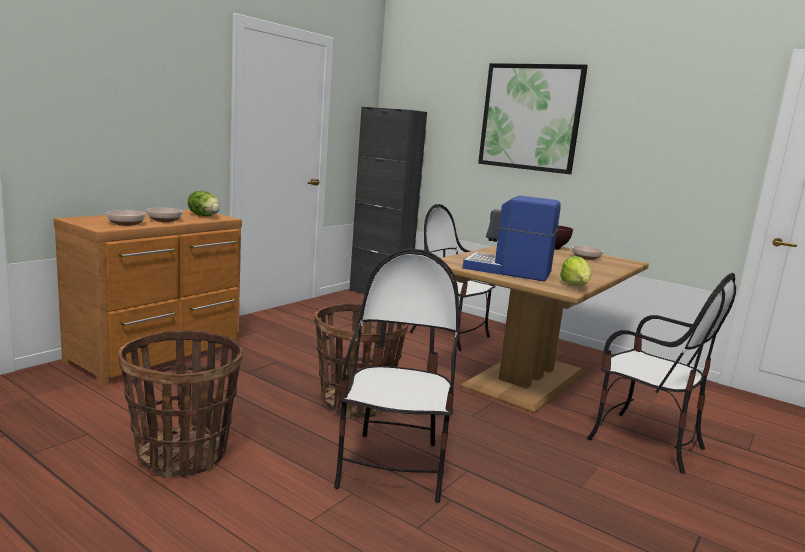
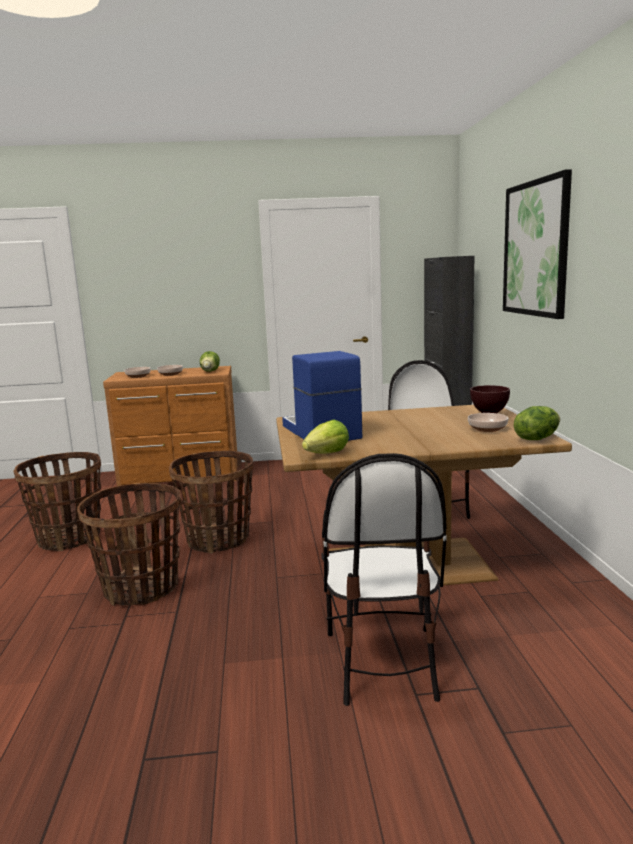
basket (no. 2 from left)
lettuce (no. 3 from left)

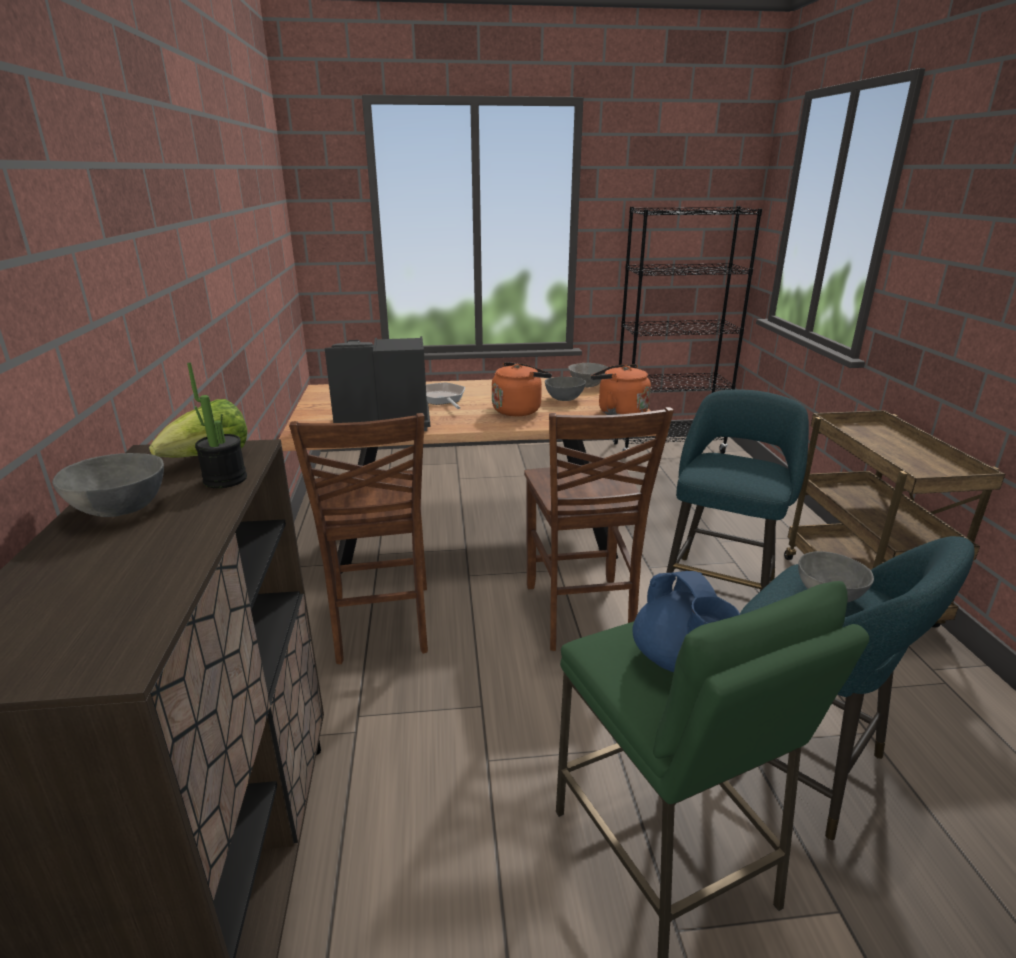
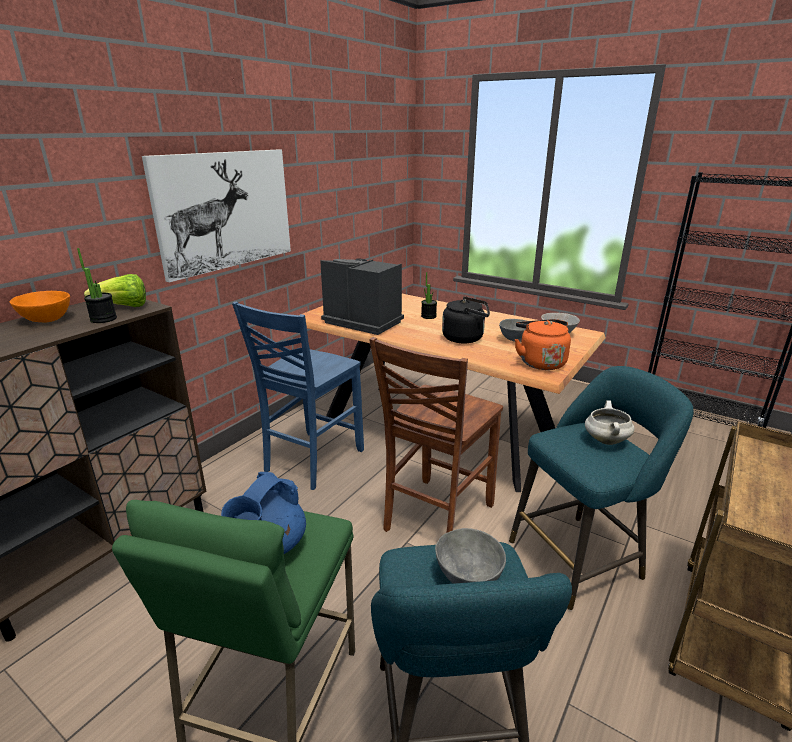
black kettle
potted plant (no. 2 from left)
blue chair
orange bowl
picture
white cooking pot

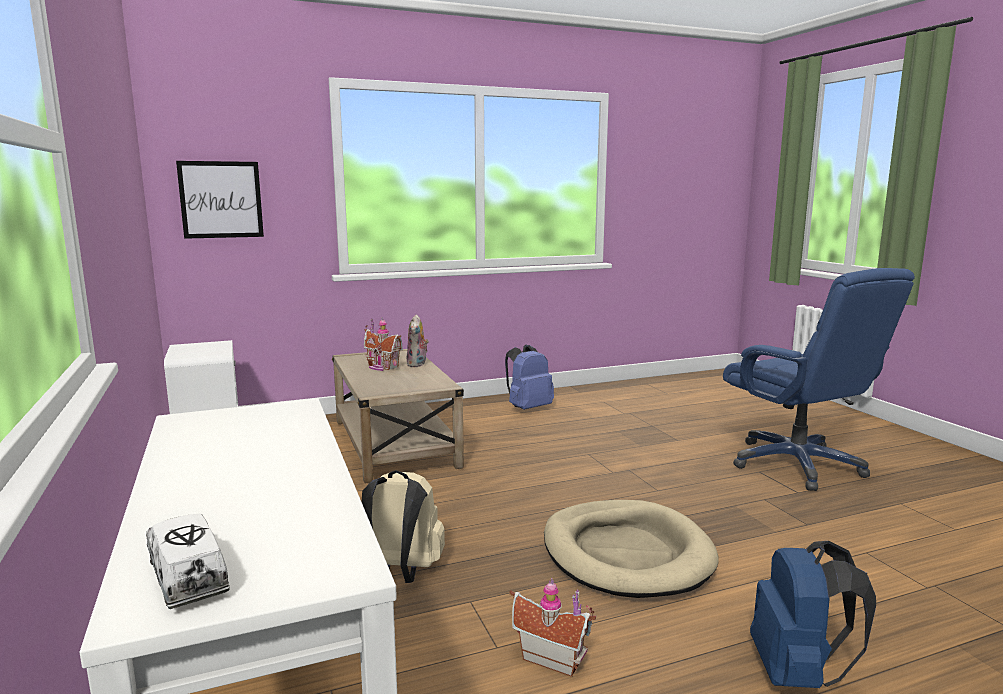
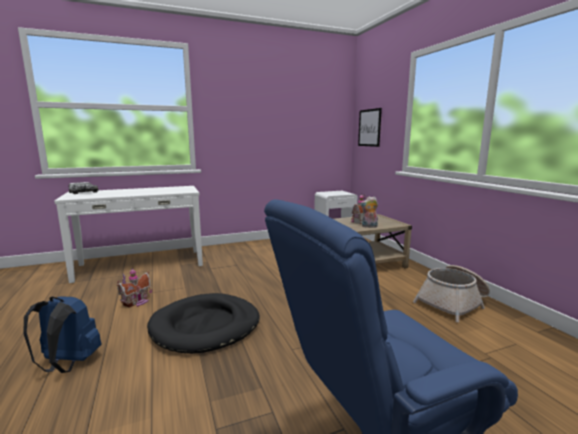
basket
beige backpack
black dog bed

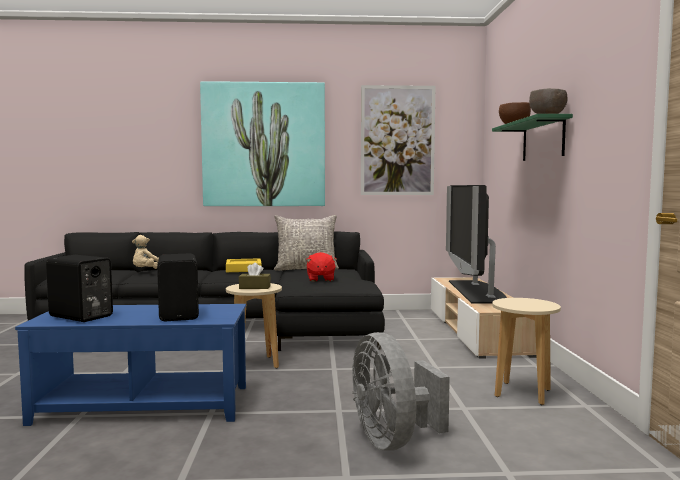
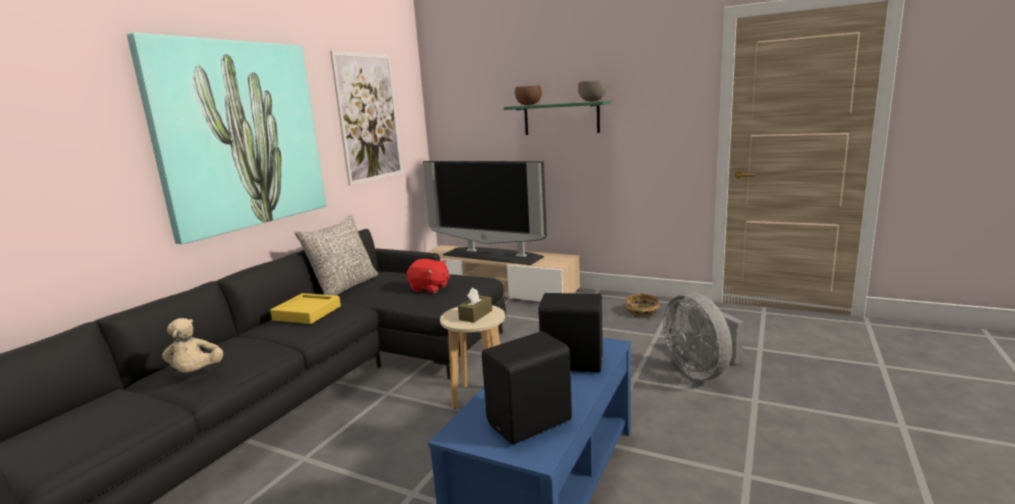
basket
grey fan

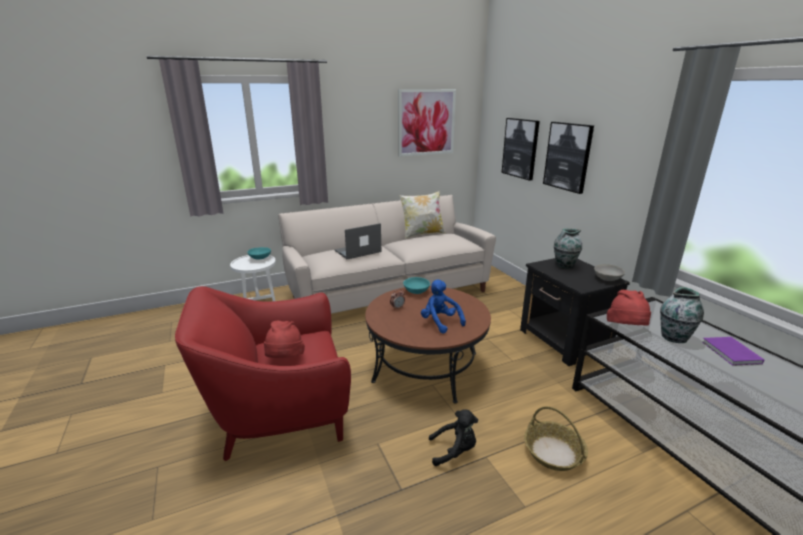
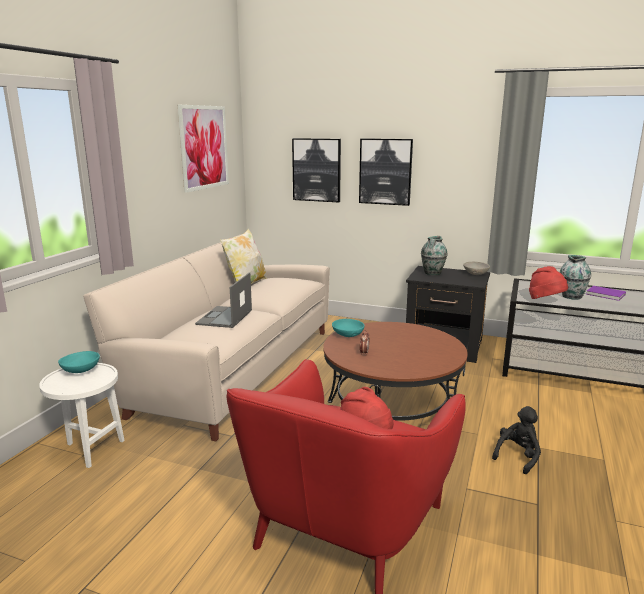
blue plush toy
basket

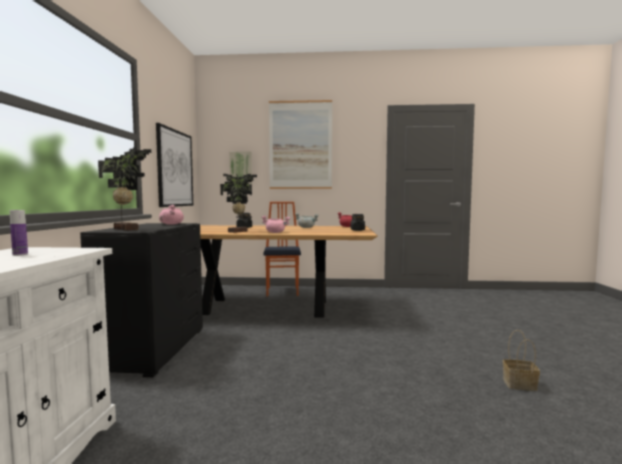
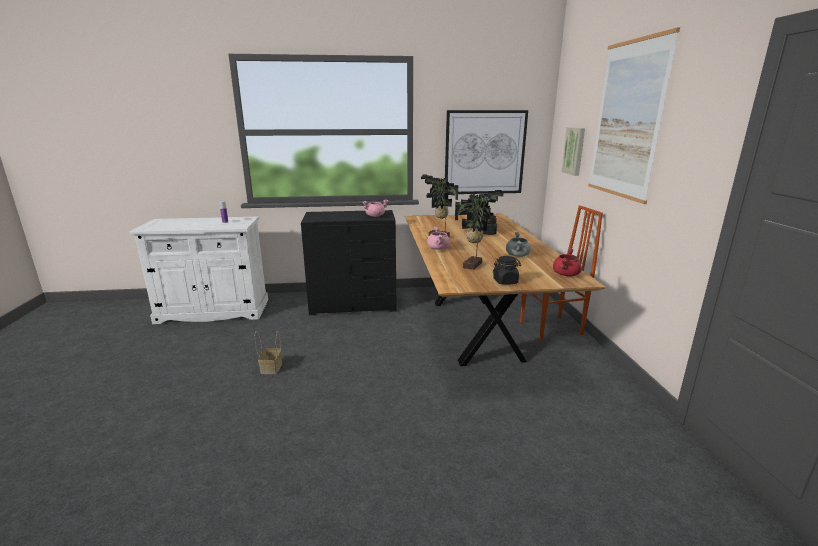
potted plant (no. 2 from left)
basket

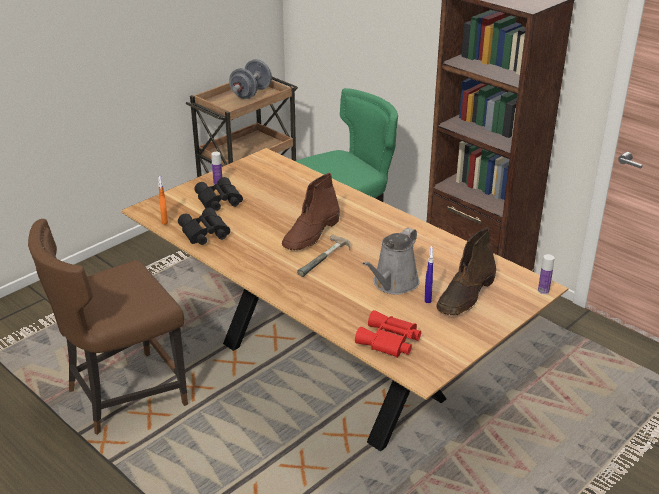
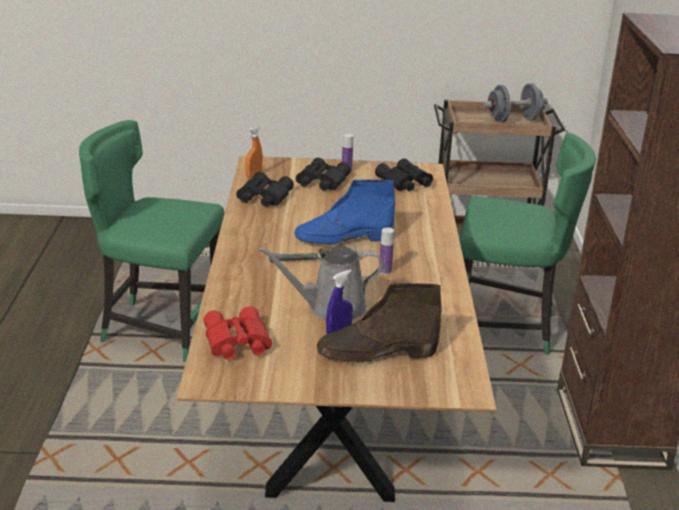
blue boot
green chair (no. 1 from left)
bottle (no. 2 from left)
black binoculars (no. 3 from left)

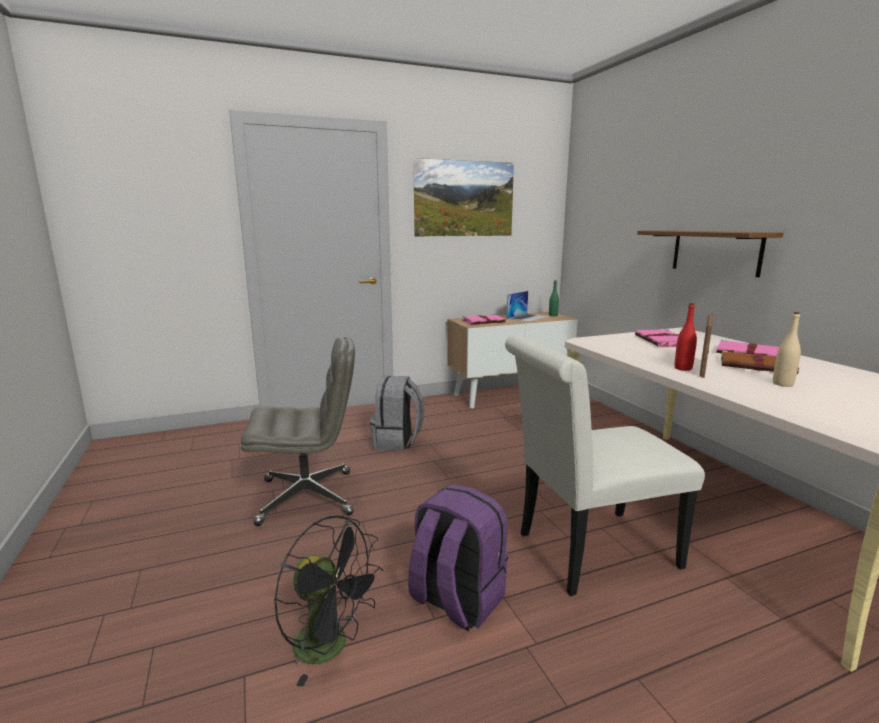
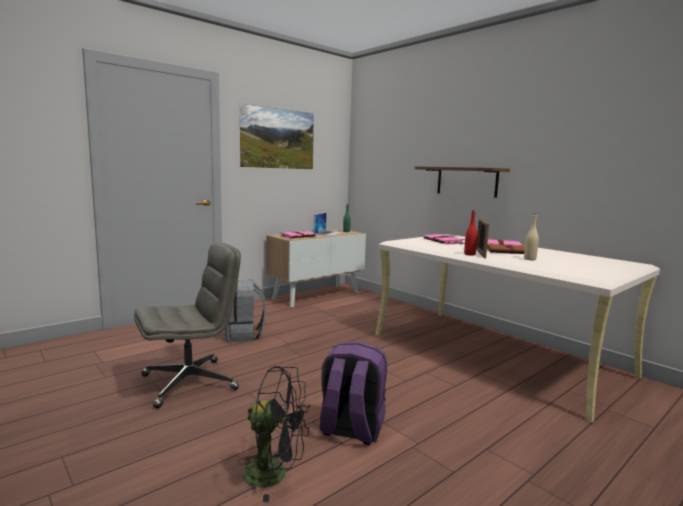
white chair

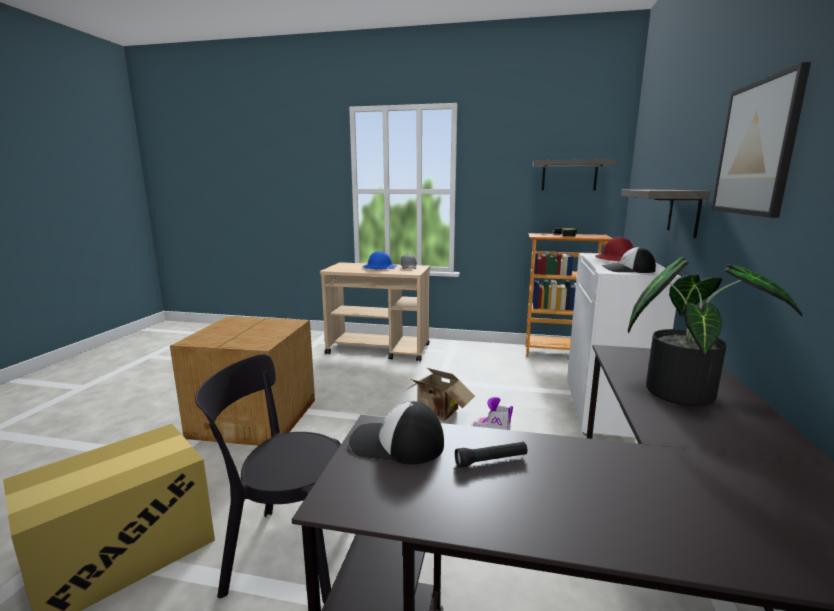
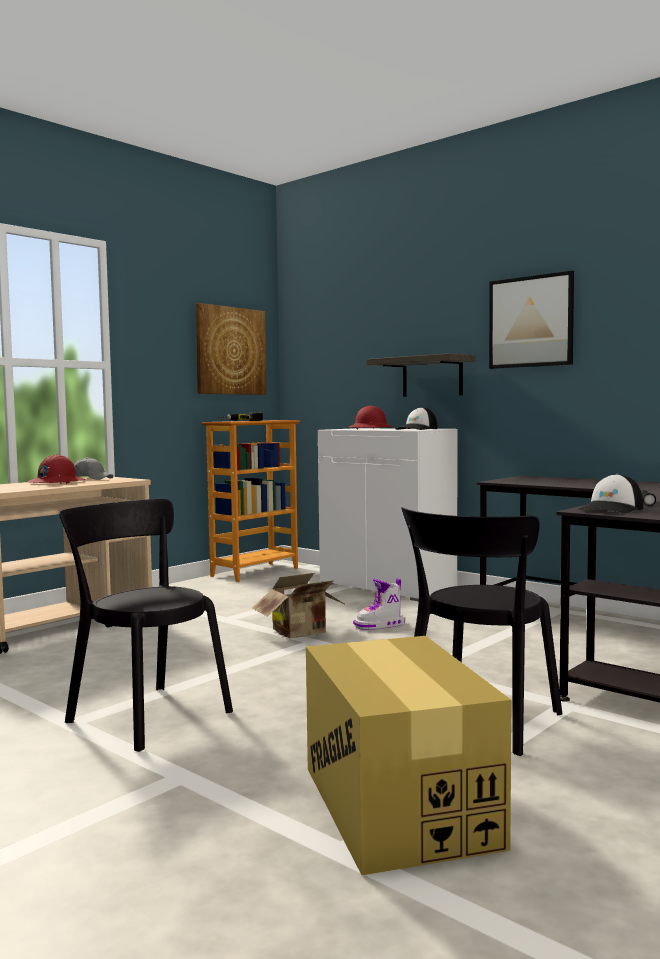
picture (no. 1 from left)
red hard hat (no. 1 from left)
potted plant
black chair (no. 1 from left)

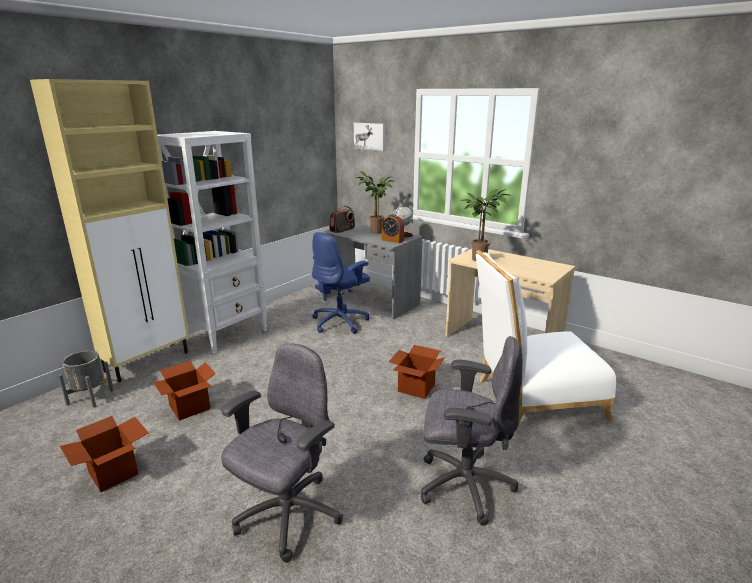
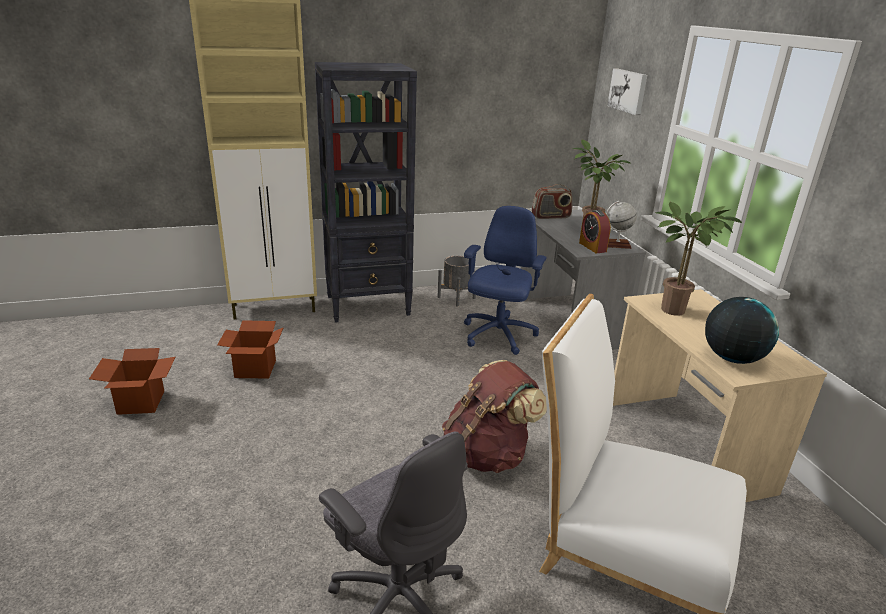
black bookcase
blue office chair
grey office chair (no. 1 from left in the first image)
brown backpack
grey planter
globe (no. 2 from left)

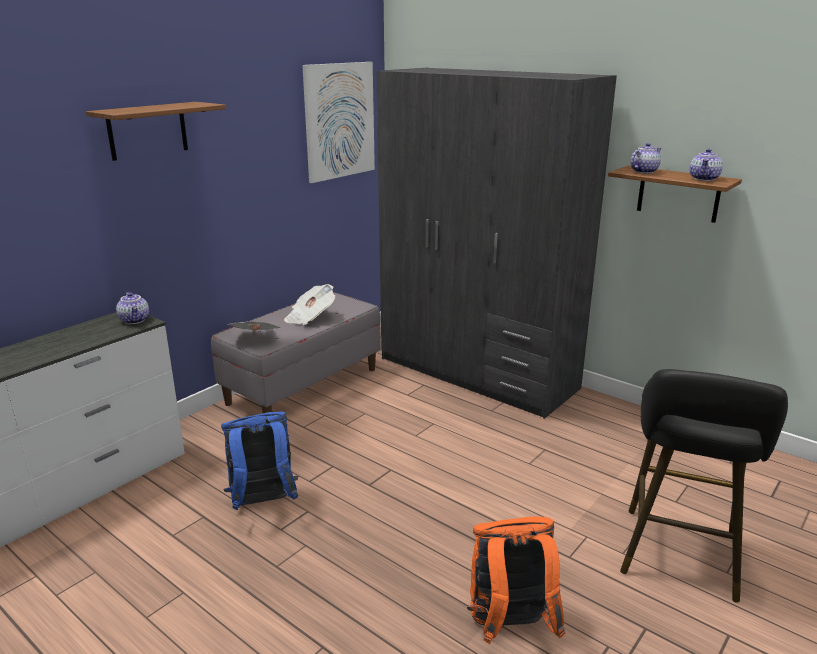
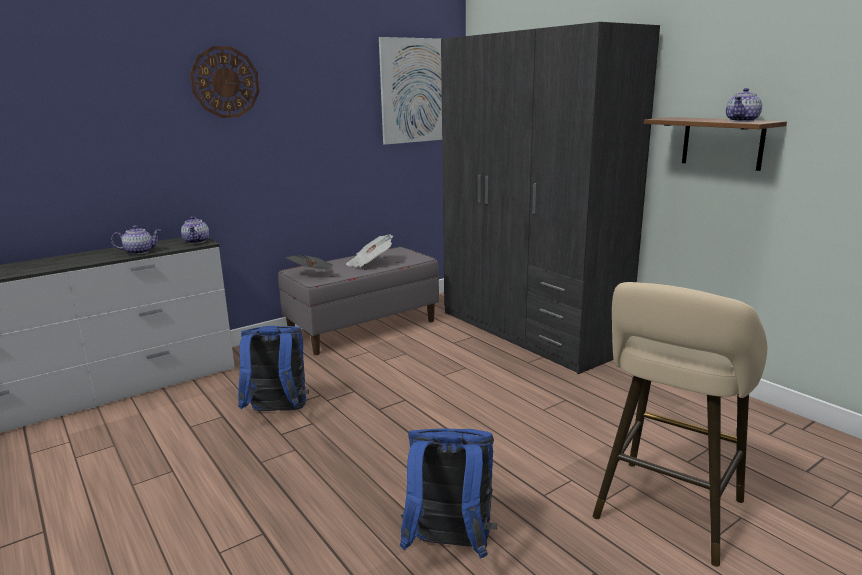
wall clock
teapot (no. 1 from left)
beige stool
blue backpack (no. 2 from left)

